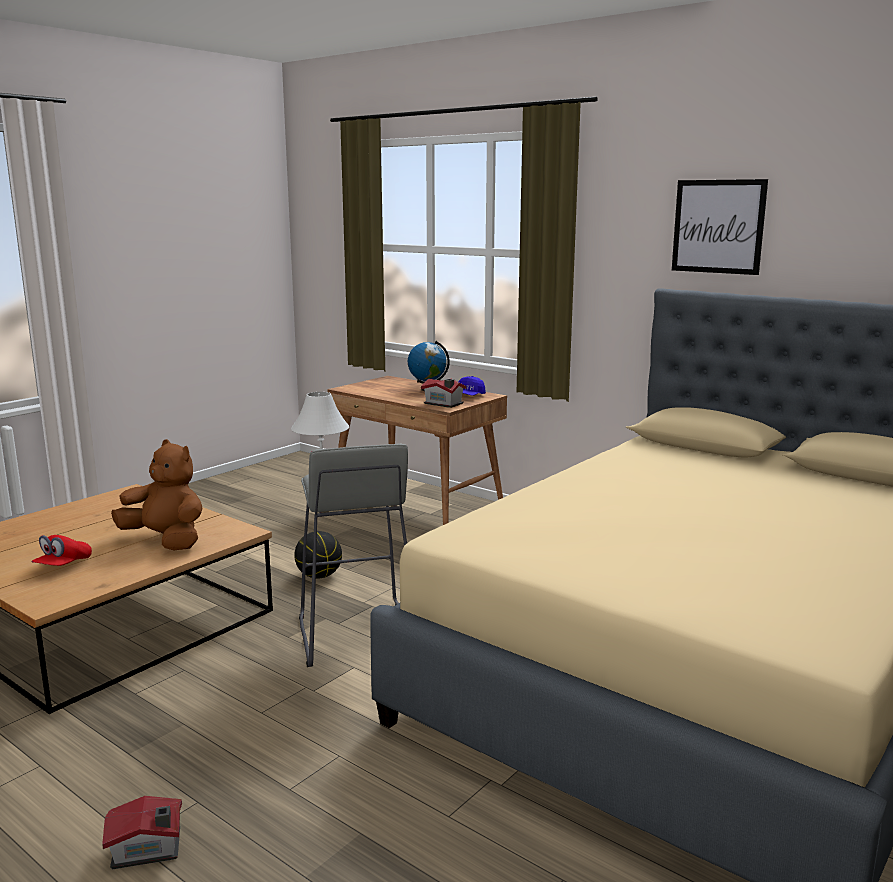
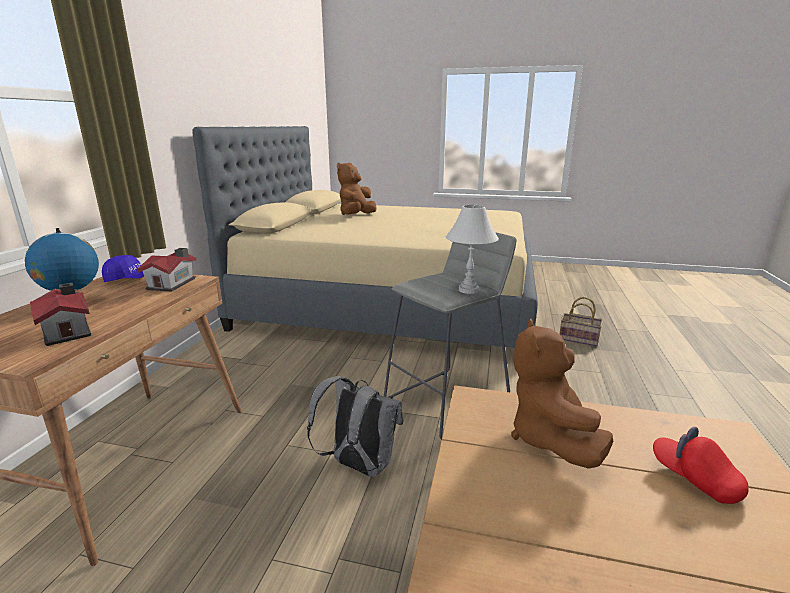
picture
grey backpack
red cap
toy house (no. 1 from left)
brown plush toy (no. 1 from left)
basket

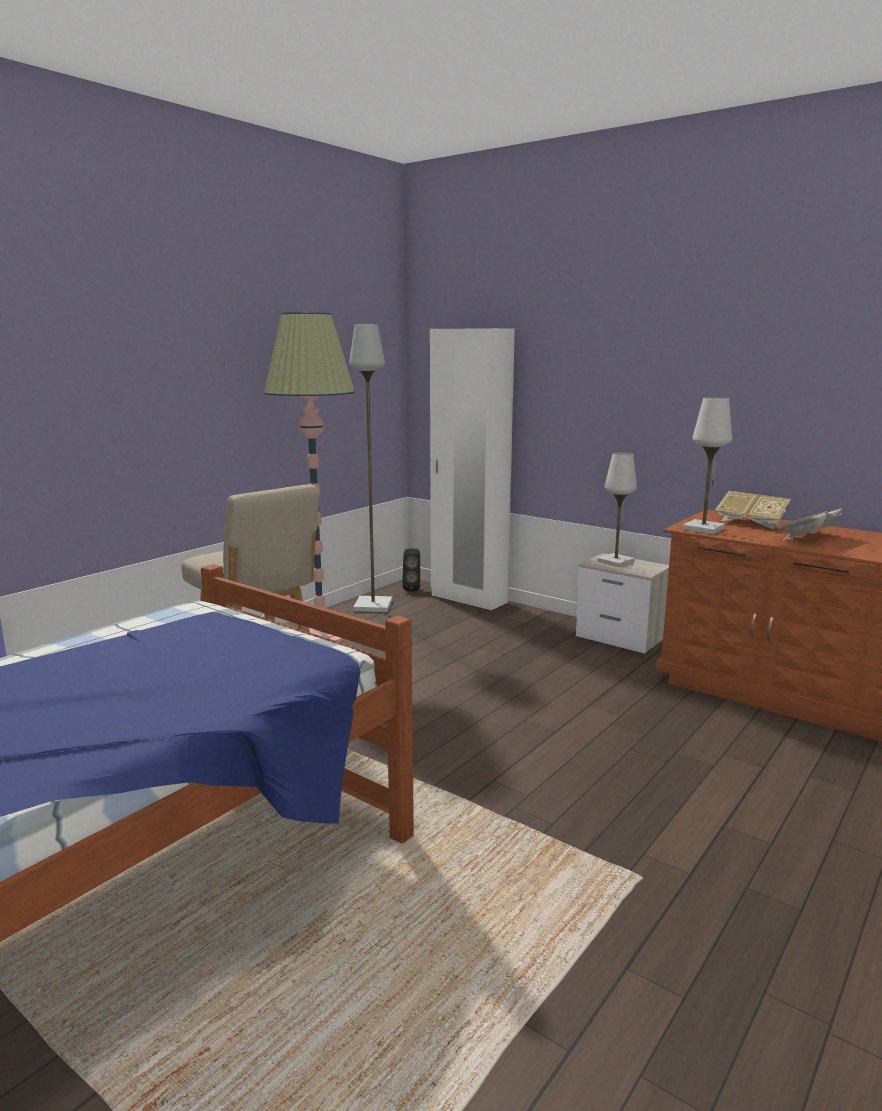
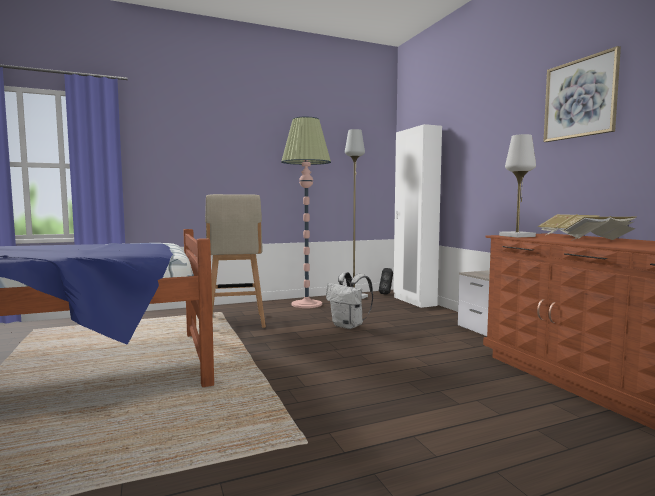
white table lamp (no. 1 from left in the first image)
picture
white backpack

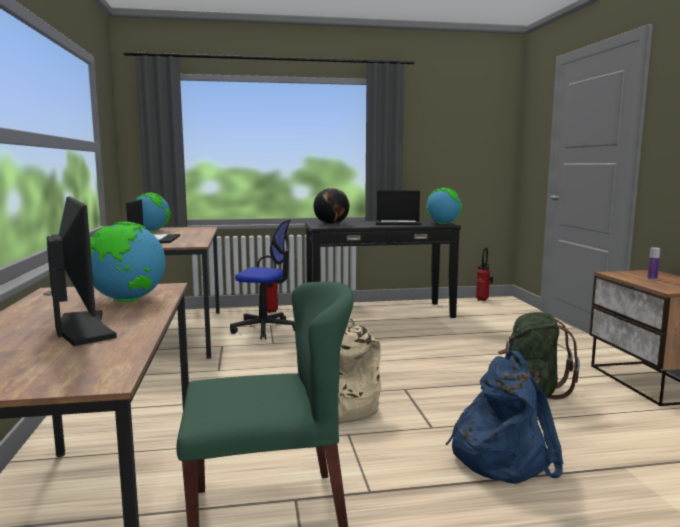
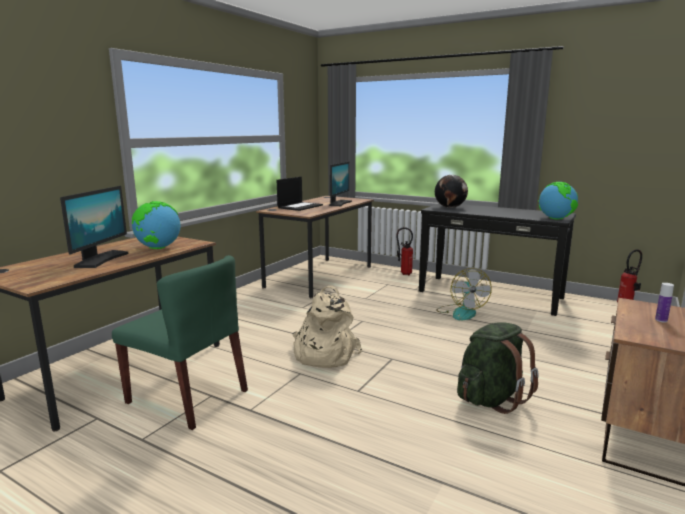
laptop (no. 2 from left in the first image)
globe (no. 2 from left in the first image)
office chair
blue backpack
monitor (no. 2 from left)
fan

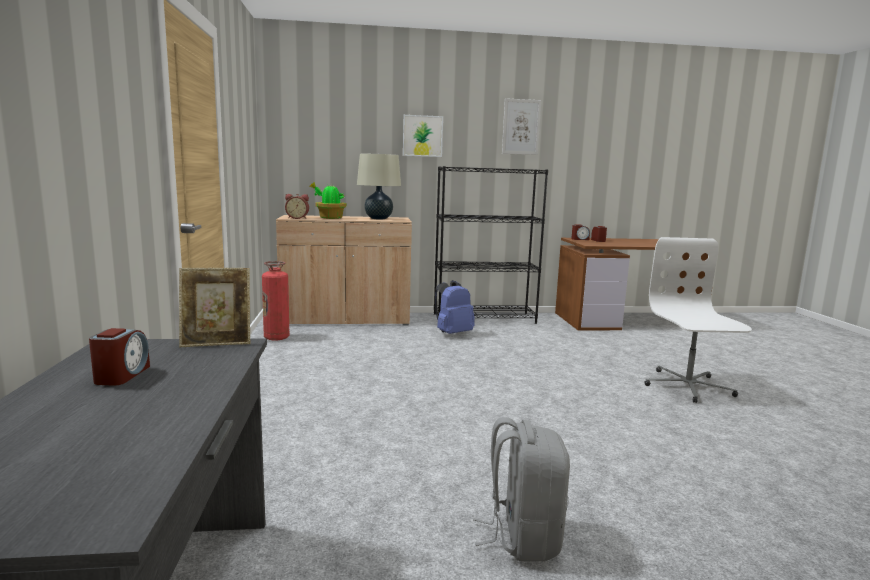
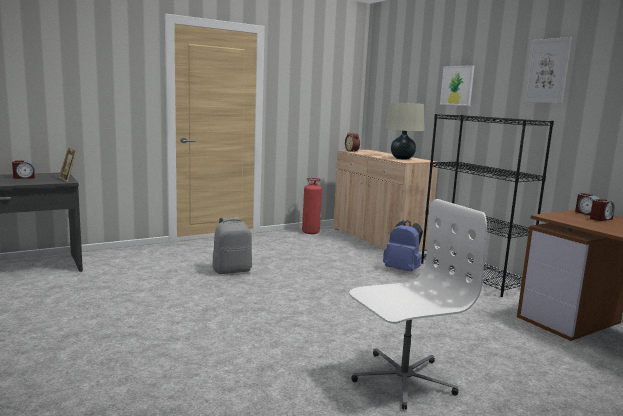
potted plant
grey backpack

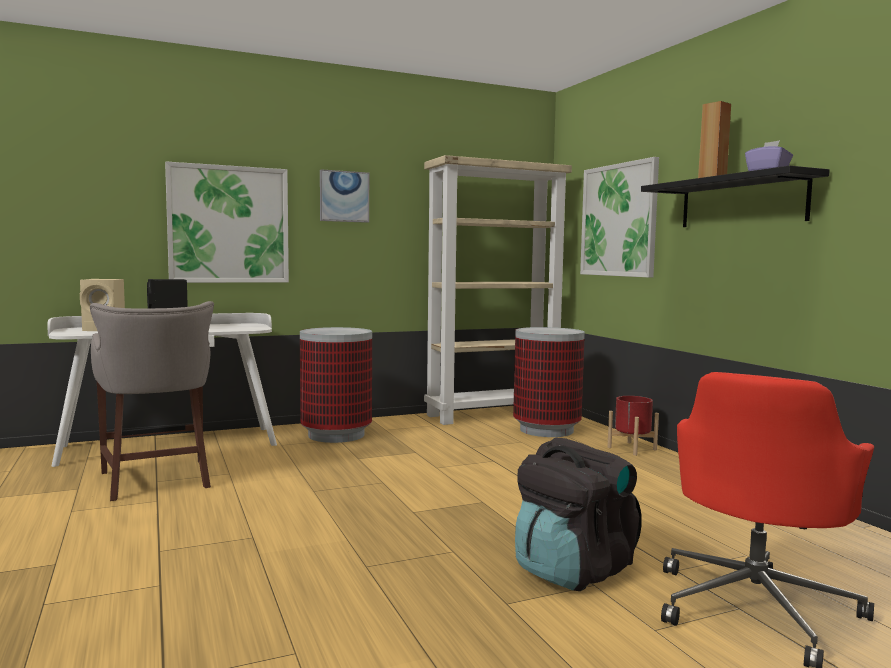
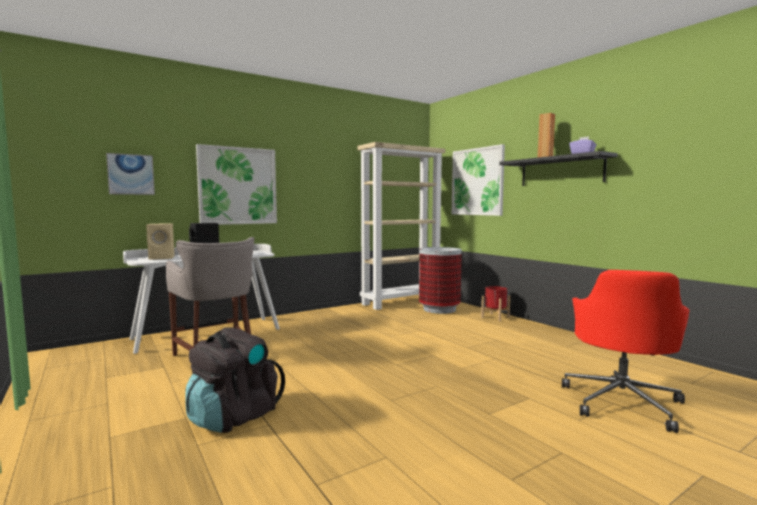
picture (no. 1 from left)
trash can (no. 1 from left in the first image)
black backpack

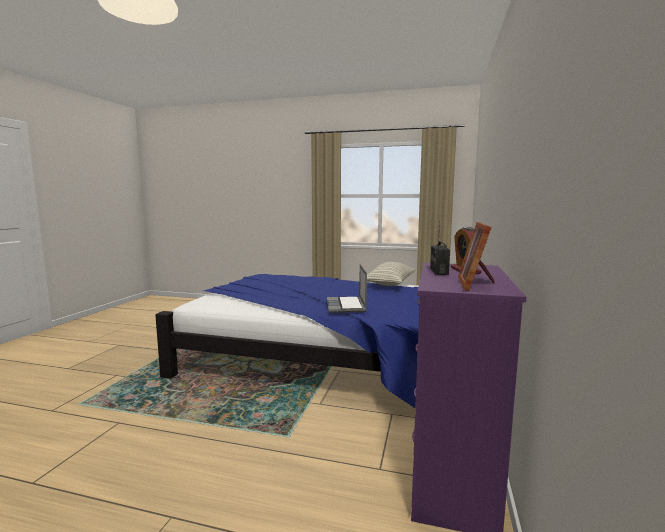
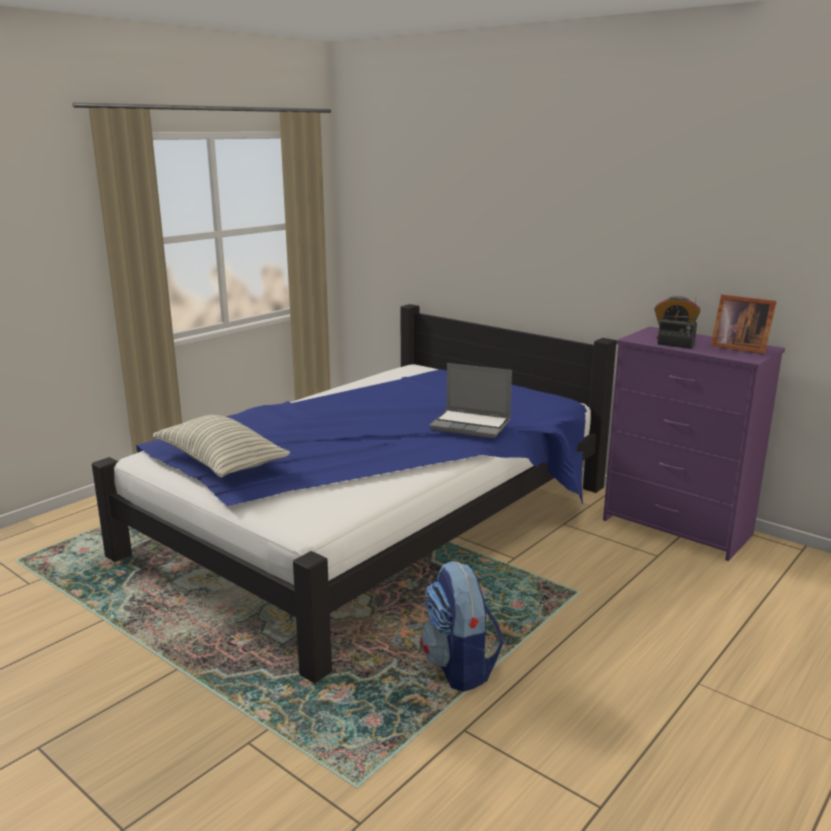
pillow
backpack

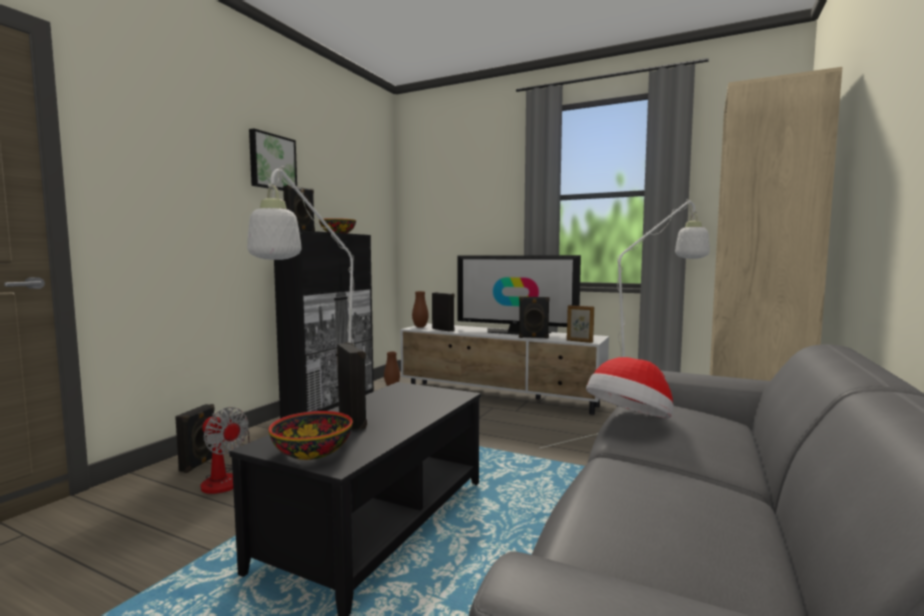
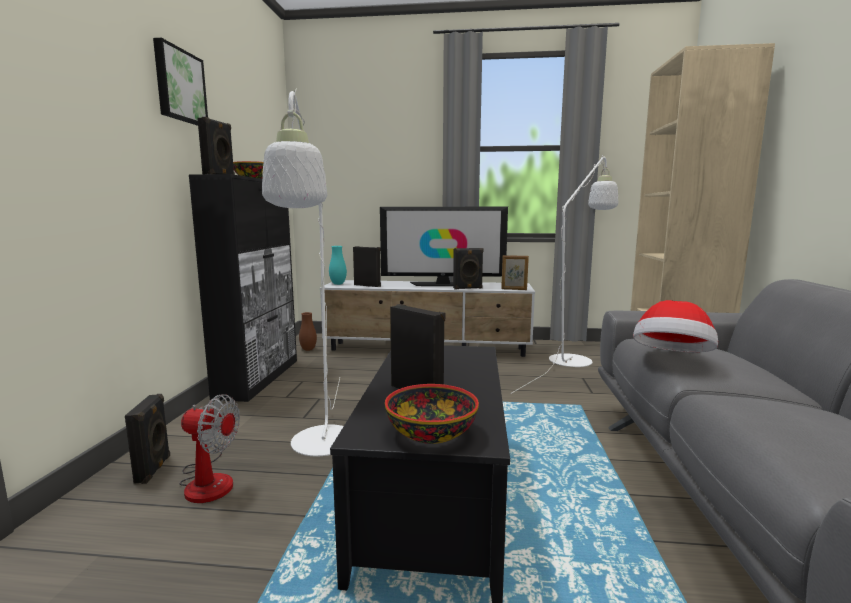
turquoise vase

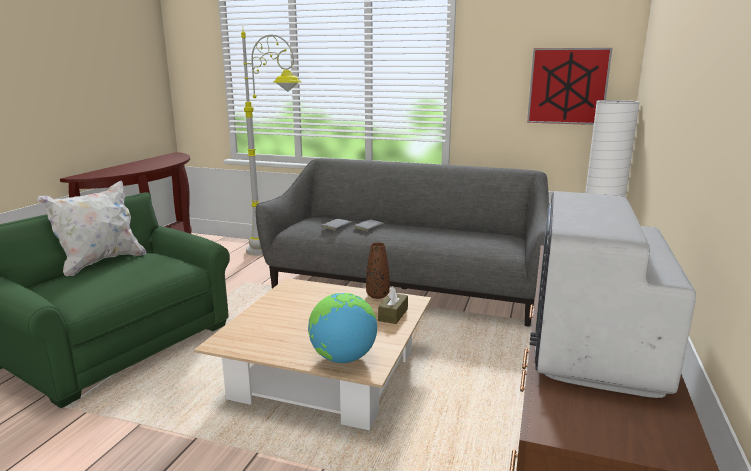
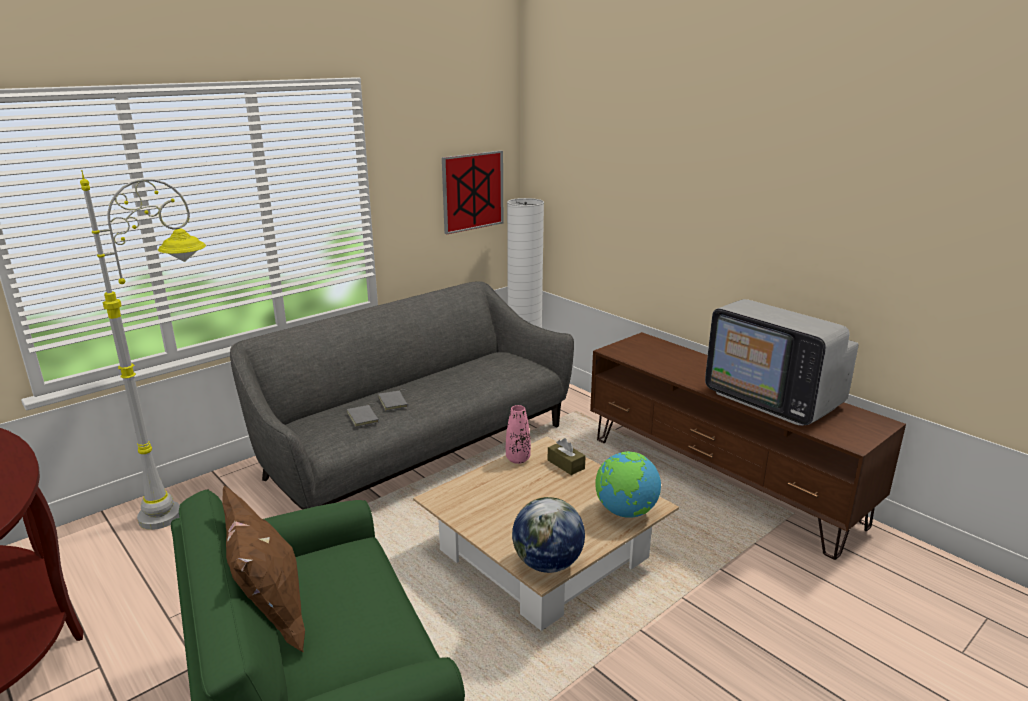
brown pillow
pink vase
globe (no. 1 from left)

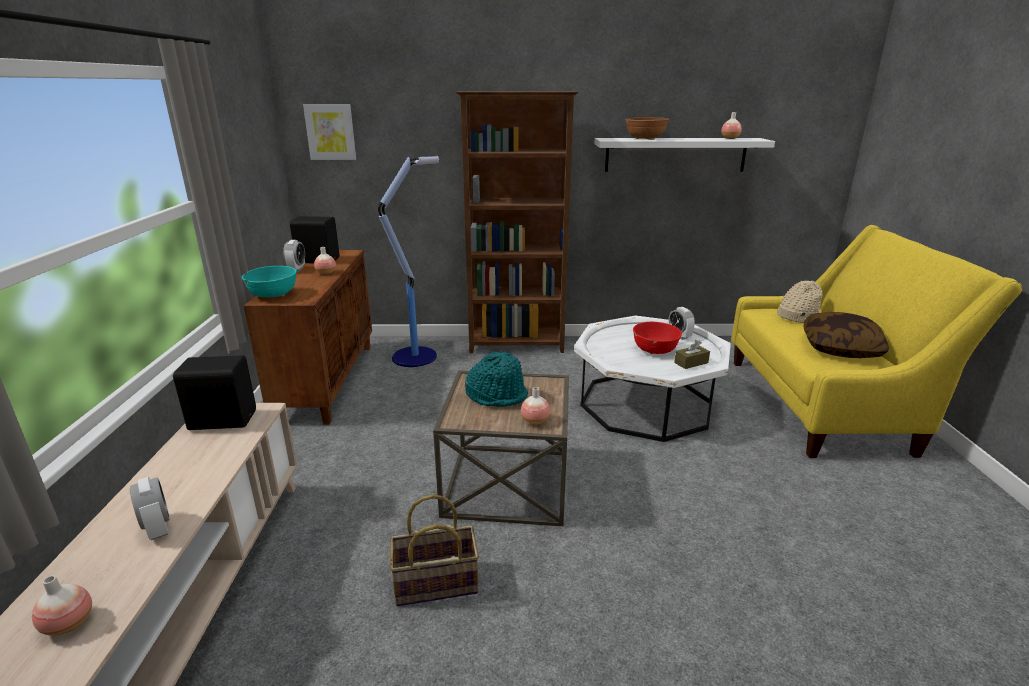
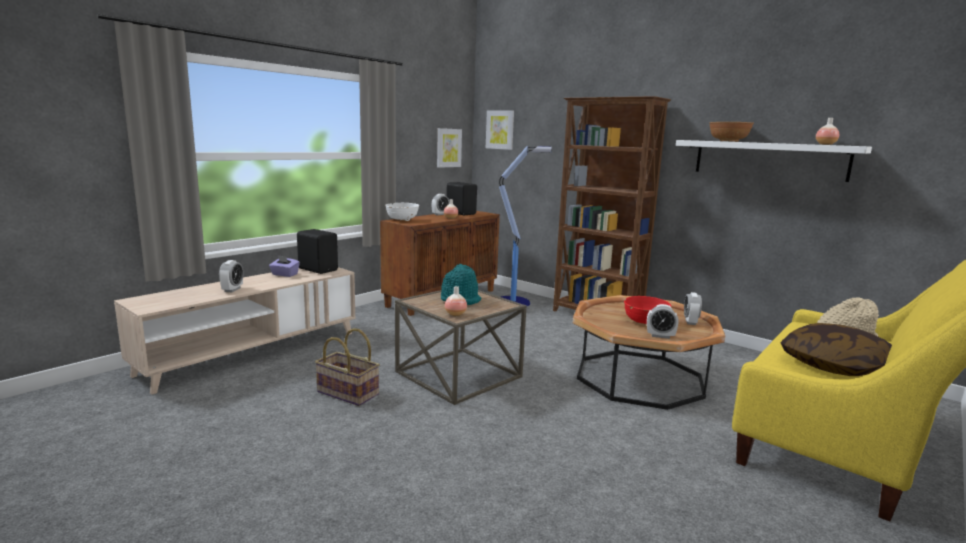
white bowl
brown coffee table
alarm clock (no. 3 from left)
vase (no. 1 from left in the first image)
picture (no. 1 from left)
purple tissue box

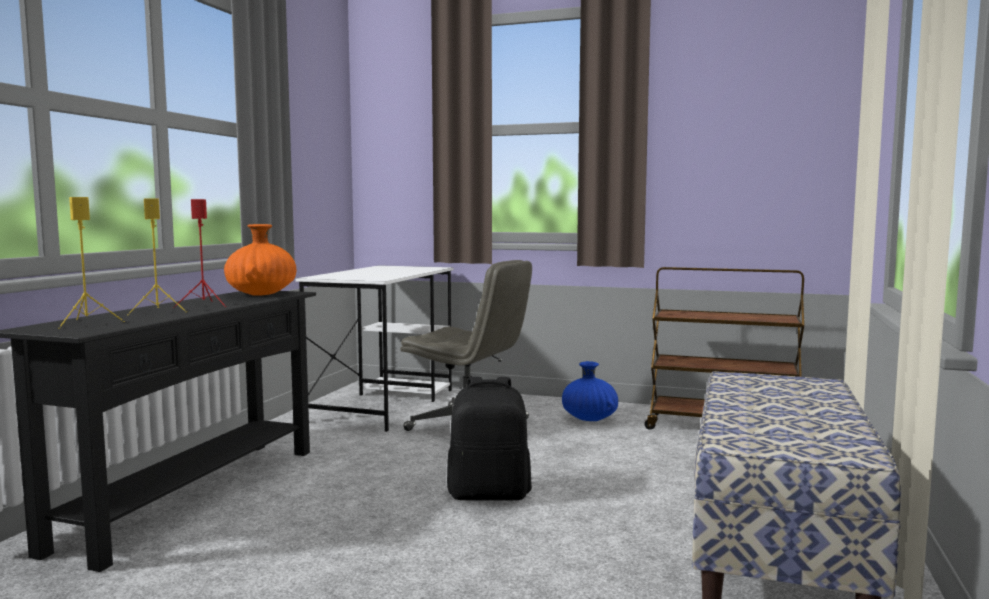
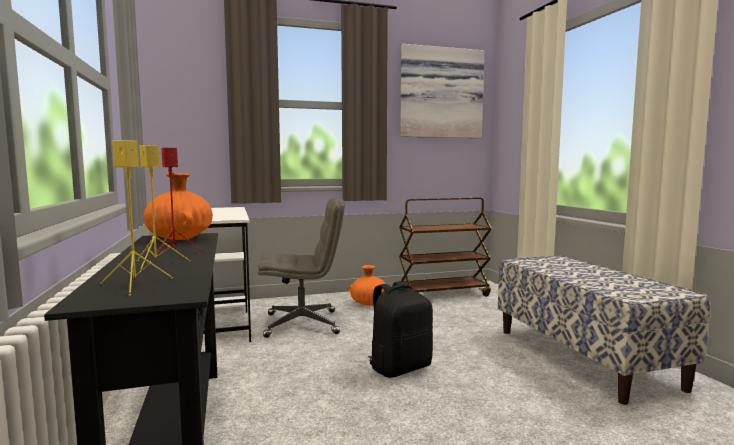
orange vase (no. 2 from left)
picture

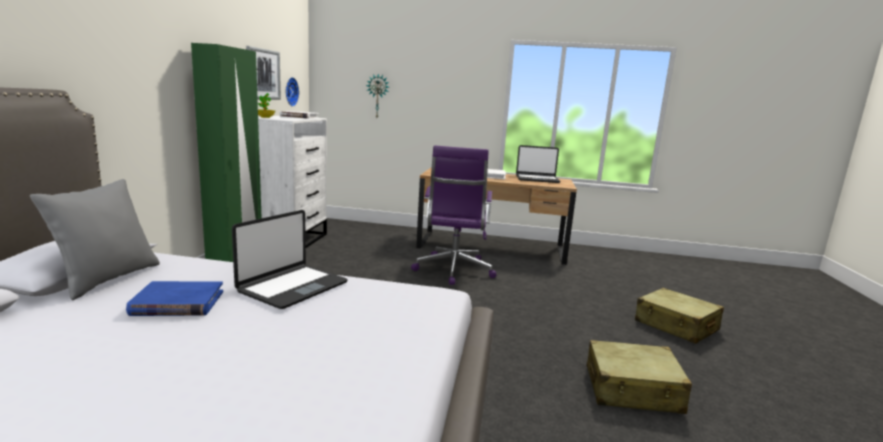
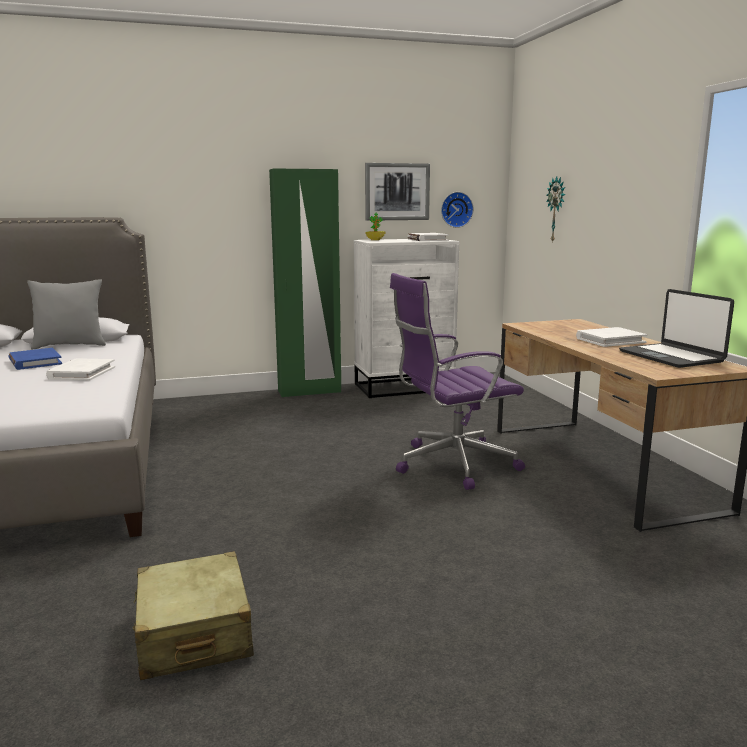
white book (no. 1 from left)
beige suitcase (no. 2 from left in the first image)

